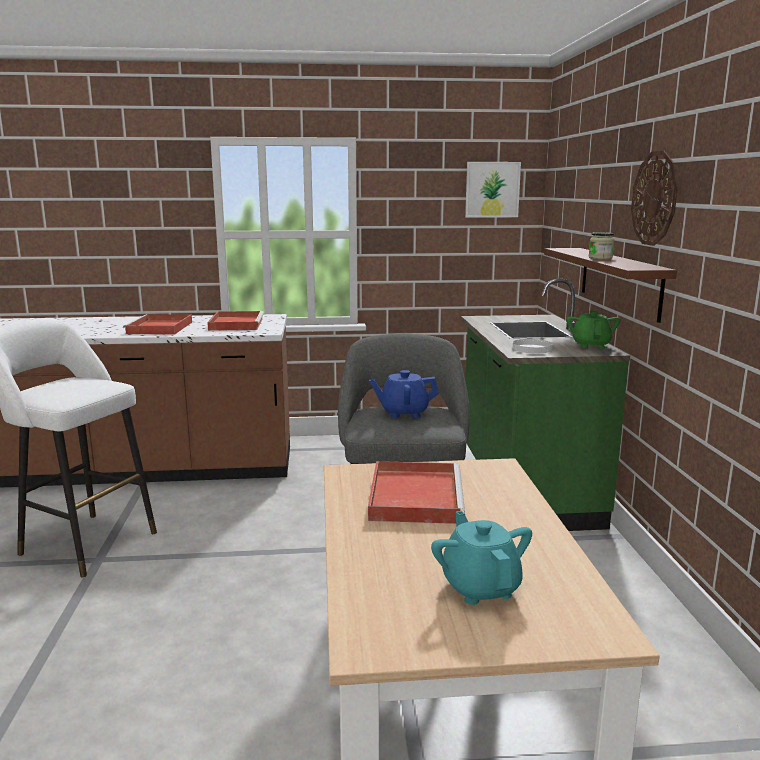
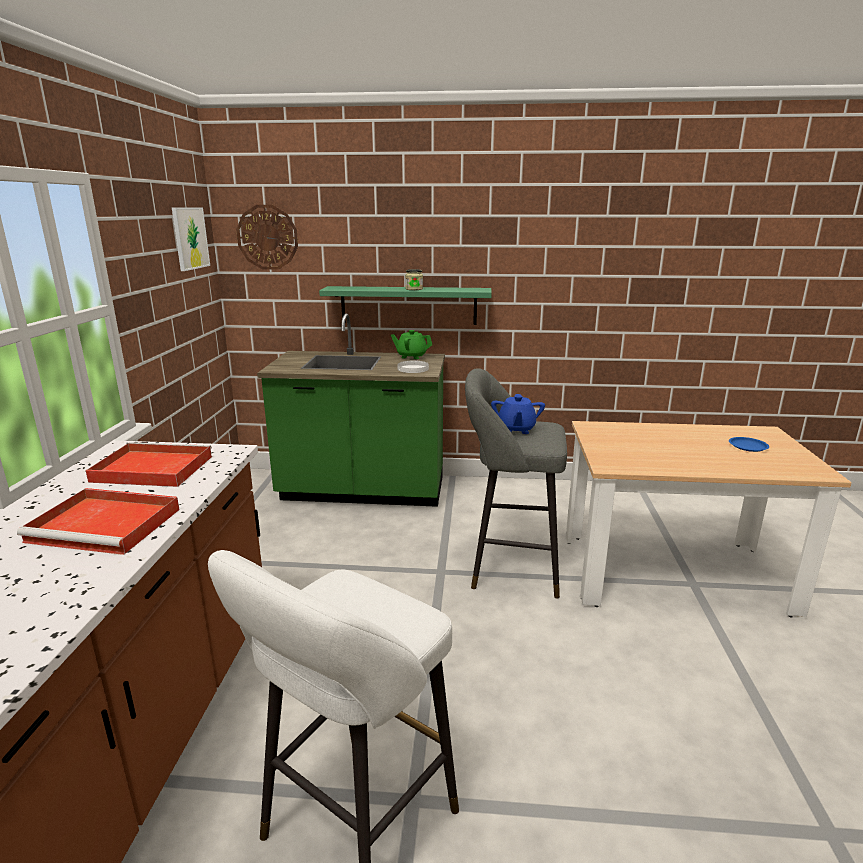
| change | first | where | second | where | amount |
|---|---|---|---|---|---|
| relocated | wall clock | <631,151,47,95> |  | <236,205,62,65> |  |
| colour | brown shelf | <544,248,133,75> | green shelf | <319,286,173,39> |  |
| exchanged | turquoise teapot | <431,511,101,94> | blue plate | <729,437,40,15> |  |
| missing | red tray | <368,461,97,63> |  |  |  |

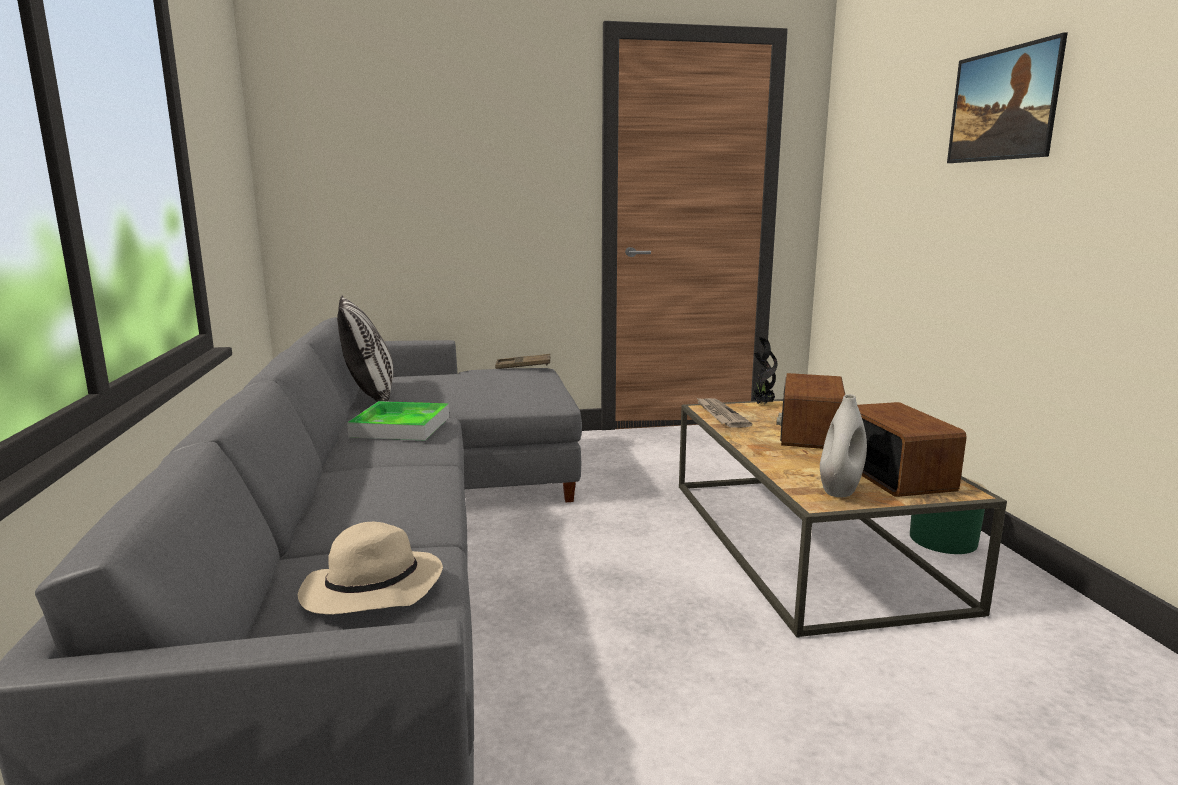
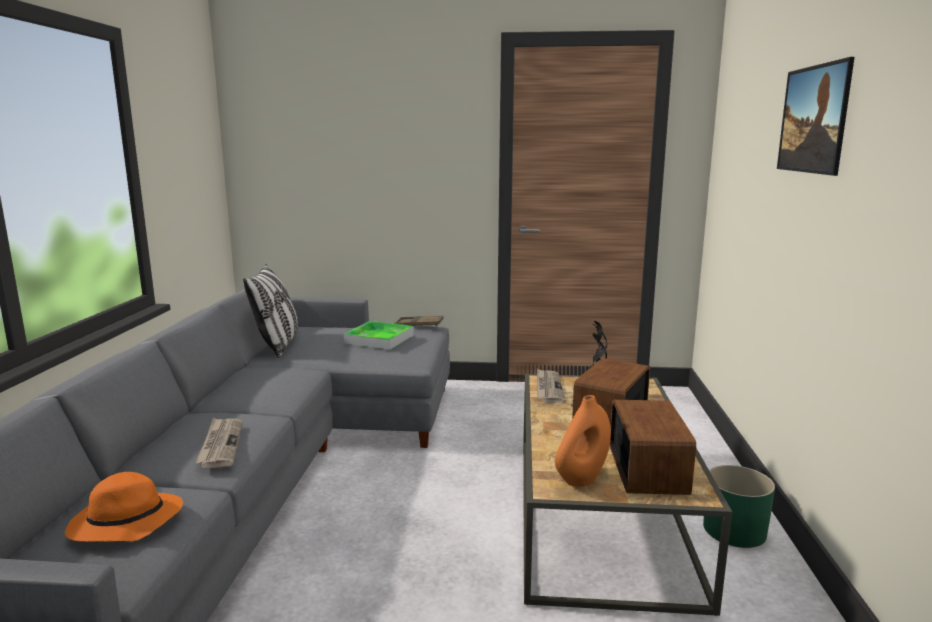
| change | first | where | second | where | amount |
|---|---|---|---|---|---|
| colour | beige hat | <297,522,146,93> | orange hat | <65,472,118,70> |  |
| appeared |  |  | newspaper | <195,418,48,50> |  |
| relocated | tray | <347,401,102,39> |  | <344,321,70,29> |  |
| colour | white vase | <820,394,47,103> | orange vase | <555,395,56,92> |  |

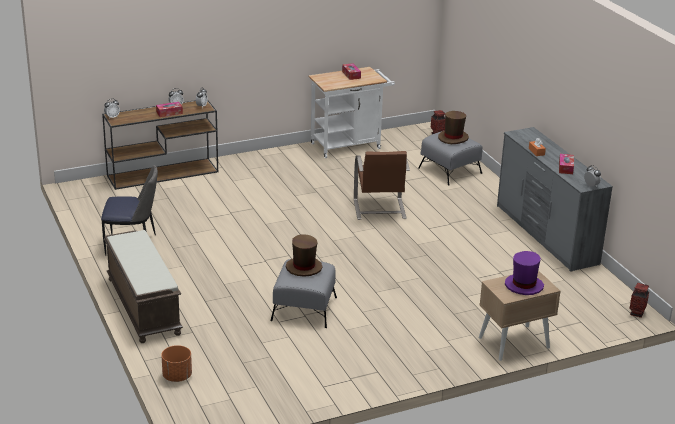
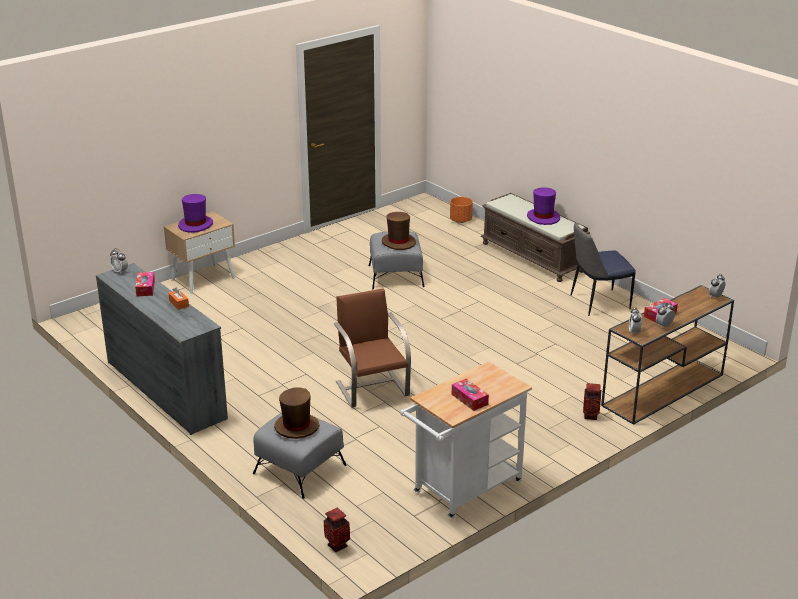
| change | first | where | second | where | amount |
|---|---|---|---|---|---|
| appeared |  |  | purple hat | <527,187,33,38> |  |
| relocated | vase | <629,283,20,35> |  | <583,383,18,37> |  |

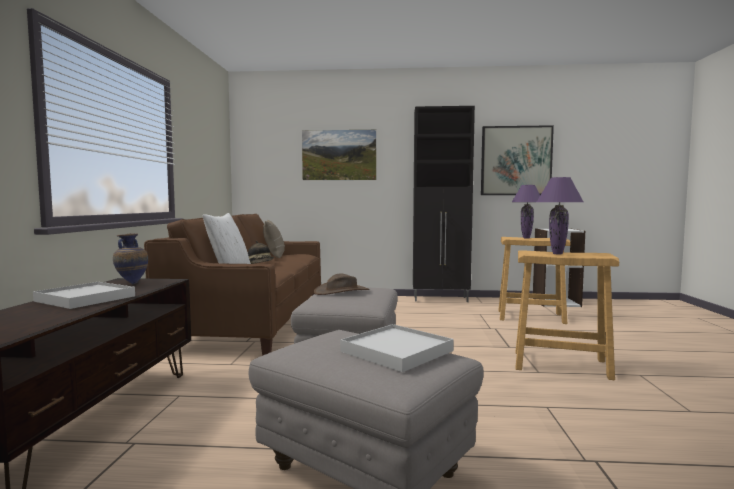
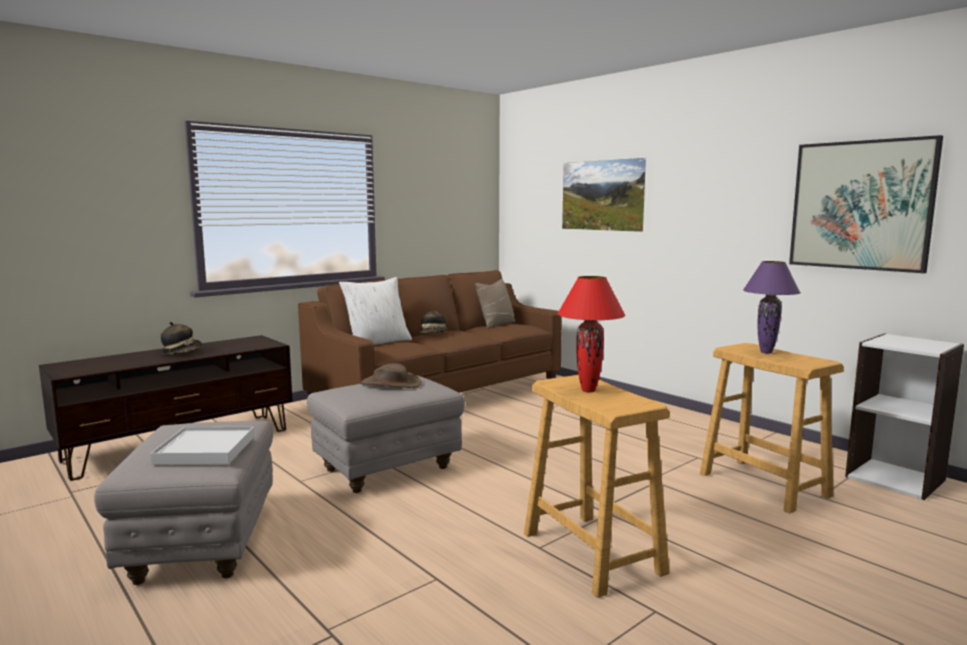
| change | first | where | second | where | amount |
|---|---|---|---|---|---|
| exchanged | white tray | <33,282,102,27> | hat | <161,322,41,33> |  |
| colour | purple table lamp | <537,177,46,78> | red table lamp | <557,276,68,117> |  |
| missing | vase | <113,233,35,51> |  |  |  |
| missing | black cabinet | <413,106,62,196> |  |  |  |

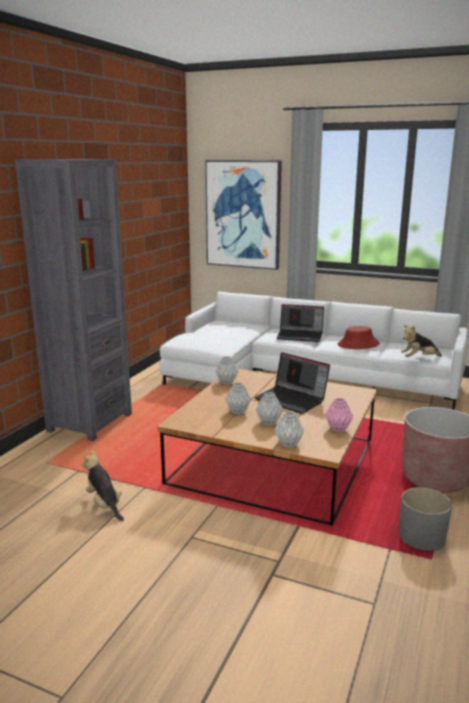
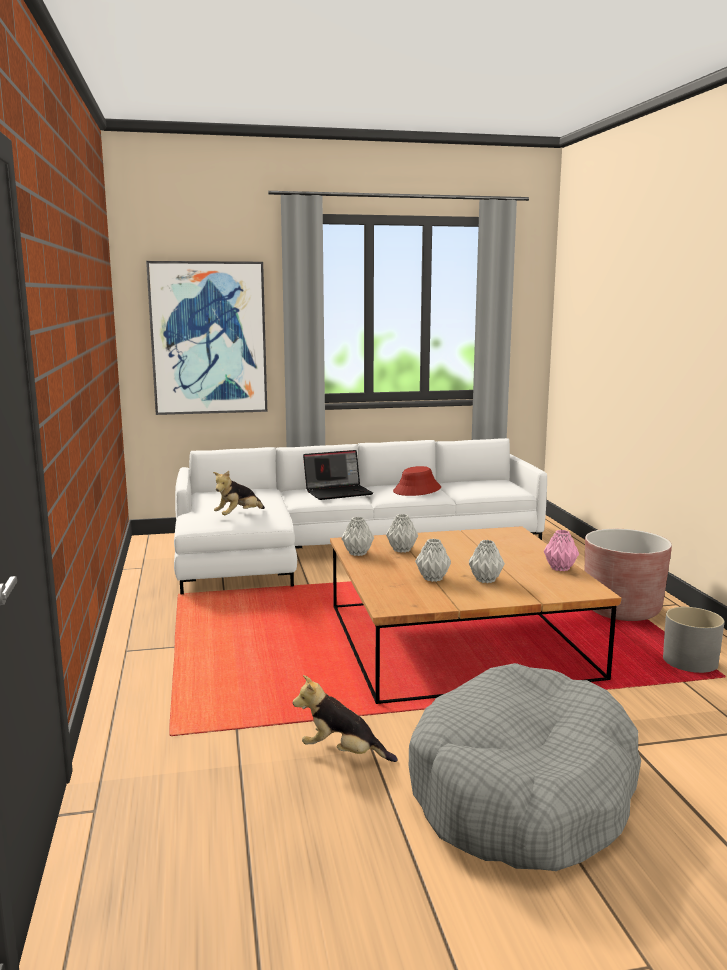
| change | first | where | second | where | amount |
|---|---|---|---|---|---|
| relocated | plush toy | <401,325,41,32> |  | <213,471,52,44> |  |
| relocated | grey vase | <275,411,29,36> |  | <386,514,32,39> |  |
| appeared |  |  | grey dog bed | <409,663,232,208> |  |
| missing | grey bookcase | <15,159,117,282> |  |  |  |
| missing | laptop | <254,353,76,61> |  |  |  |

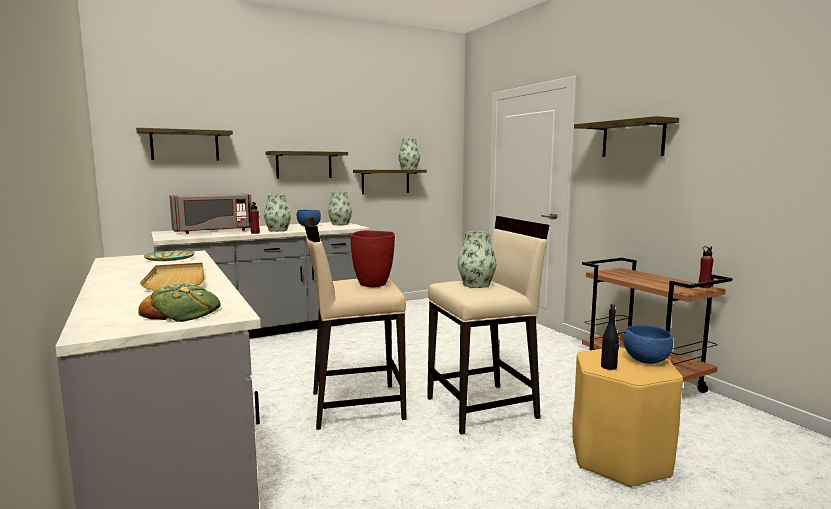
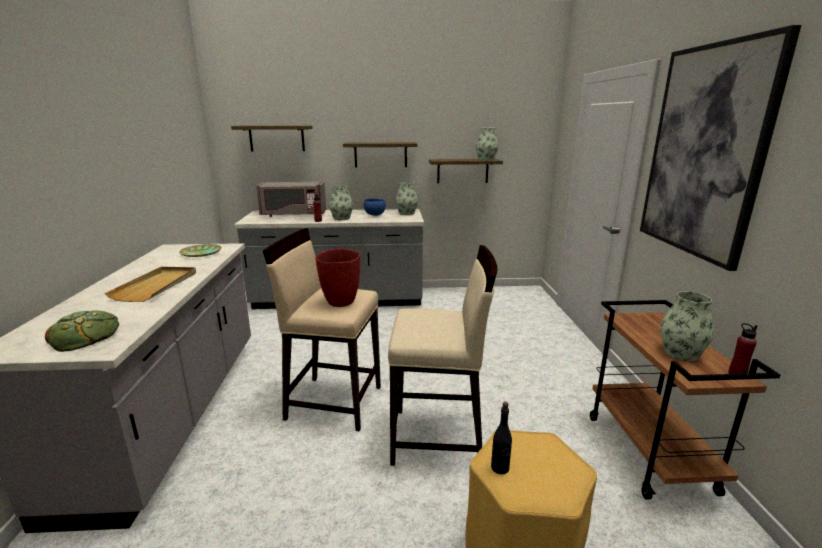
| change | first | where | second | where | amount |
|---|---|---|---|---|---|
| exchanged | shelf | <574,116,105,41> | picture | <640,25,161,246> |  |
| relocated | vase | <458,231,39,57> |  | <660,291,54,70> |  |
| missing | blue bowl | <623,325,50,39> |  |  |  |

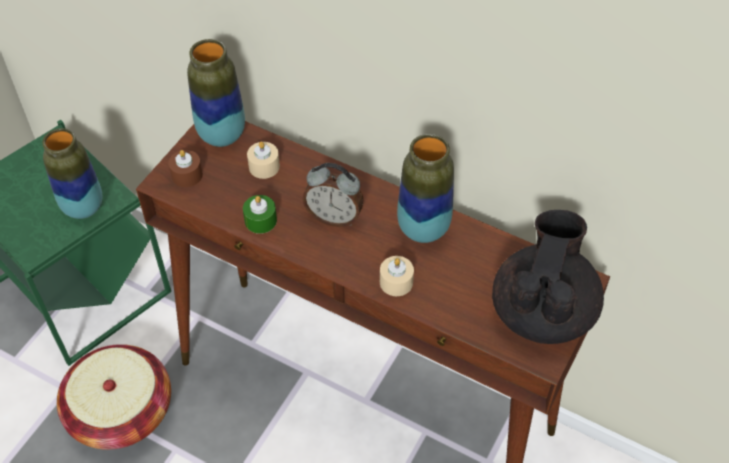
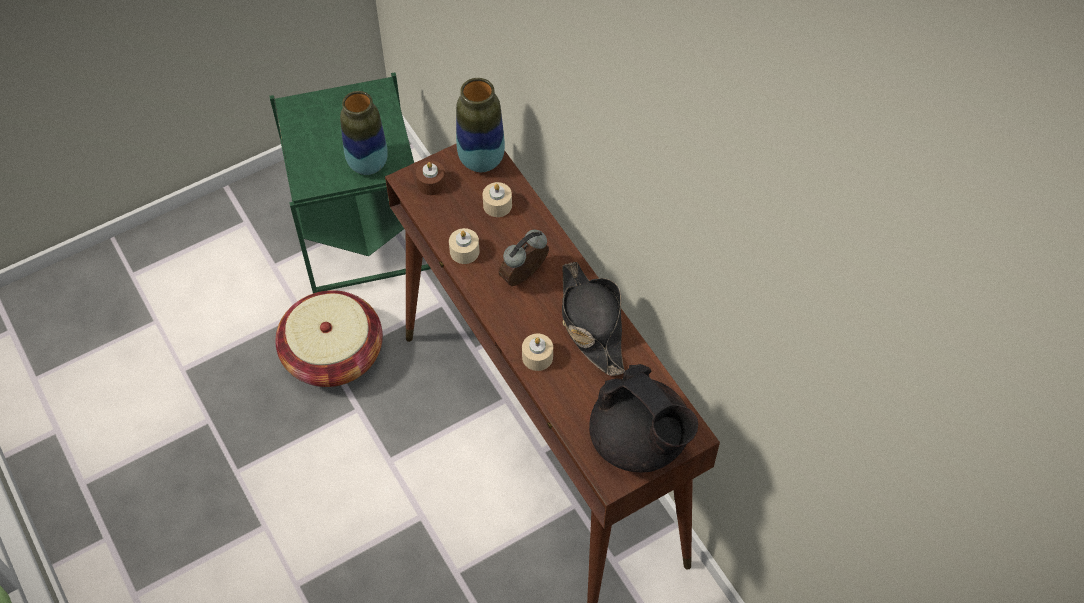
| change | first | where | second | where | amount |
|---|---|---|---|---|---|
| colour | green candle | <243,195,34,39> | beige candle | <449,228,30,36> |  |
| spun | alarm clock | <303,163,61,64> |  | <499,230,50,56> | 90 degrees clockwise |
| exchanged | vase | <397,134,57,109> | black hat | <562,262,63,114> |  |
| spun | black teapot | <492,210,112,134> |  | <589,364,109,109> | 90 degrees clockwise |

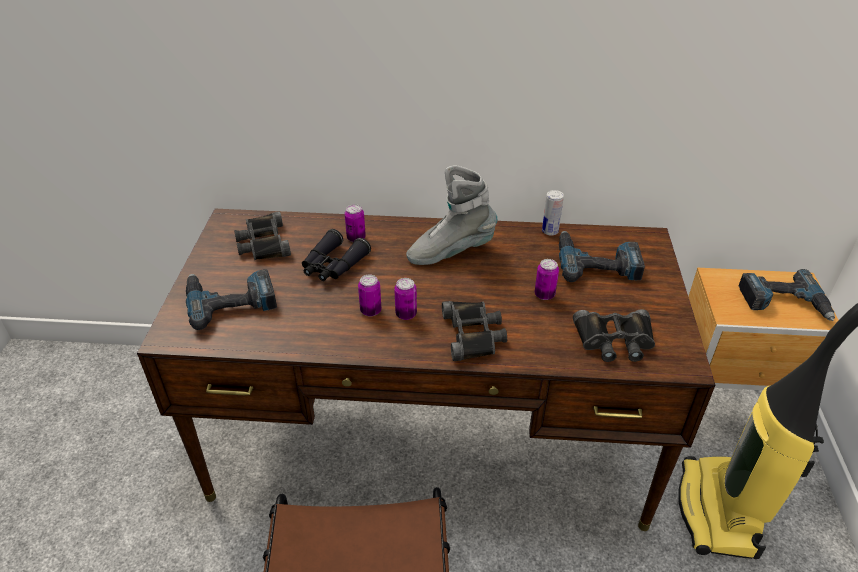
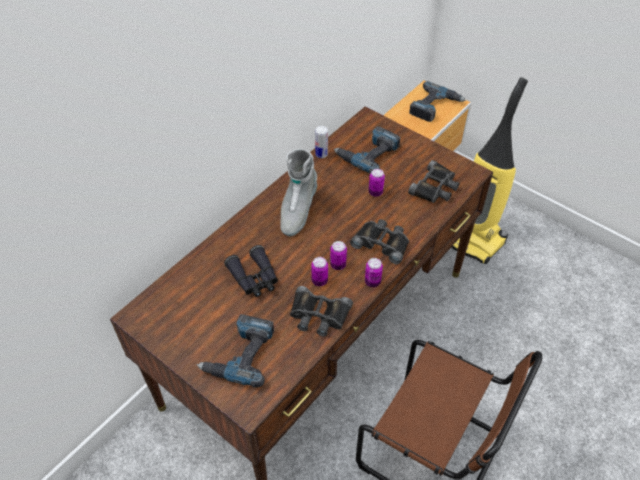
| change | first | where | second | where | amount |
|---|---|---|---|---|---|
| relocated | black binoculars | <234,212,57,48> |  | <290,286,63,50> |  |
| relocated | can | <345,204,21,38> |  | <365,258,18,29> |  |

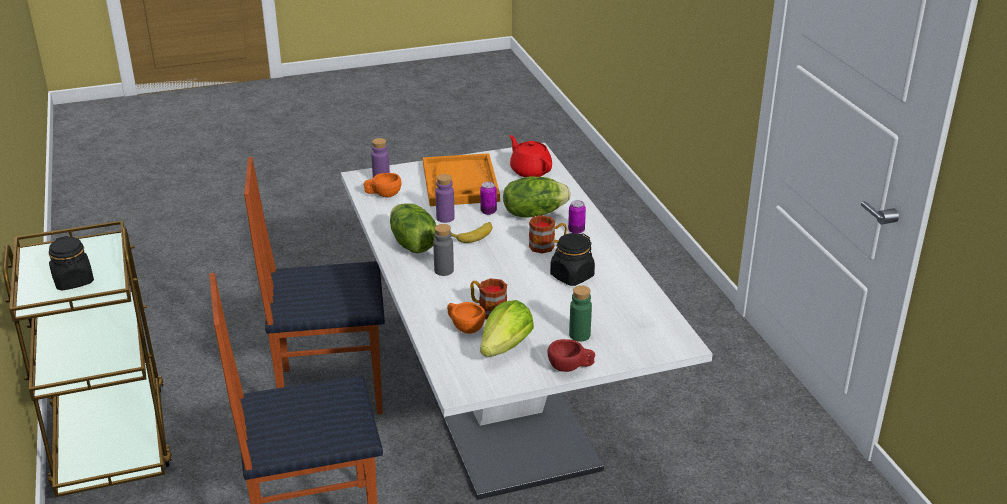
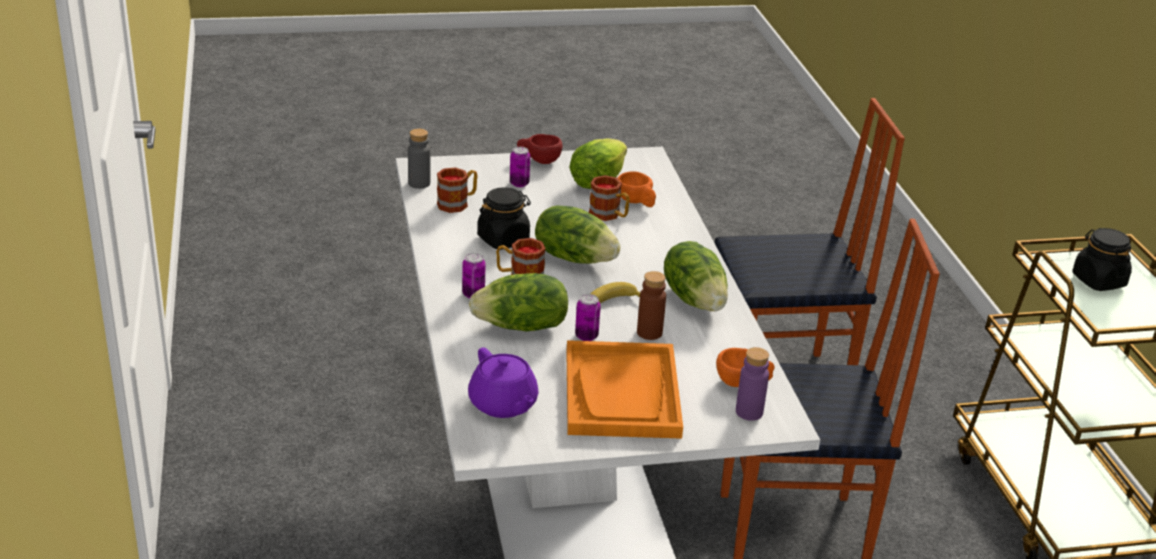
| change | first | where | second | where | amount |
|---|---|---|---|---|---|
| relocated | grey bottle | <433,224,21,52> |  | <408,129,22,60> |  |
| appeared |  |  | mug | <437,168,41,45> |  |
| colour | red teapot | <510,135,42,42> | purple teapot | <468,347,70,71> |  |
| exchanged | green bottle | <569,285,23,57> | can | <510,147,20,40> |  |
| appeared |  |  | lettuce | <535,205,86,59> |  |
| colour | purple bottle | <436,174,19,49> | brown bottle | <637,271,29,69> |  |

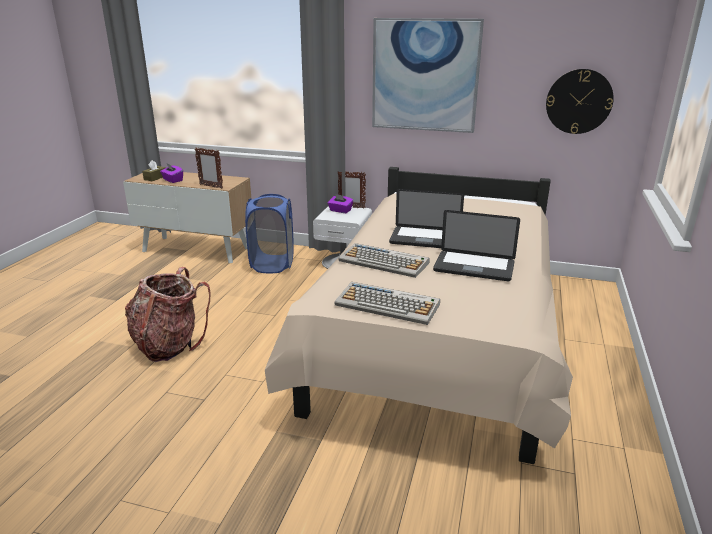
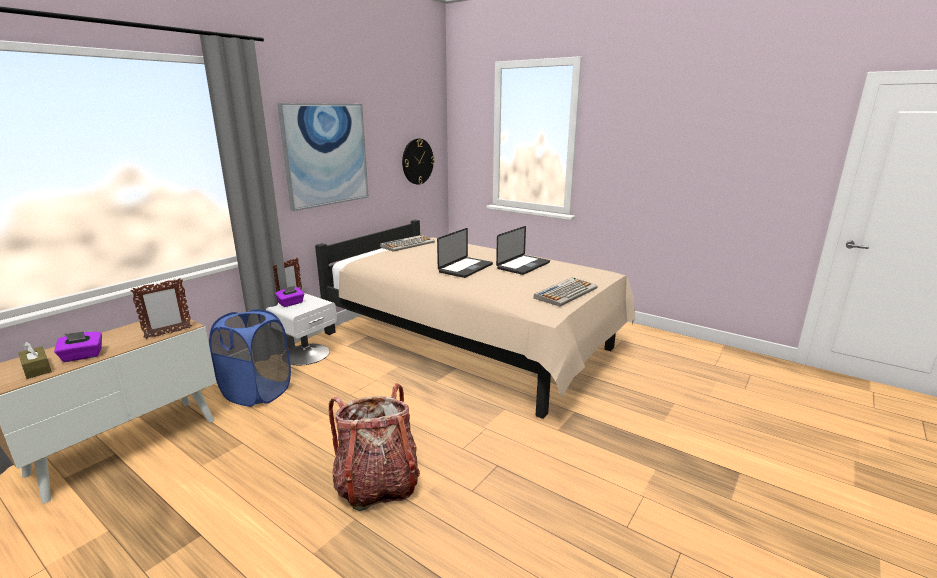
| change | first | where | second | where | amount |
|---|---|---|---|---|---|
| relocated | keyboard | <339,243,91,35> |  | <380,235,55,17> |  |

